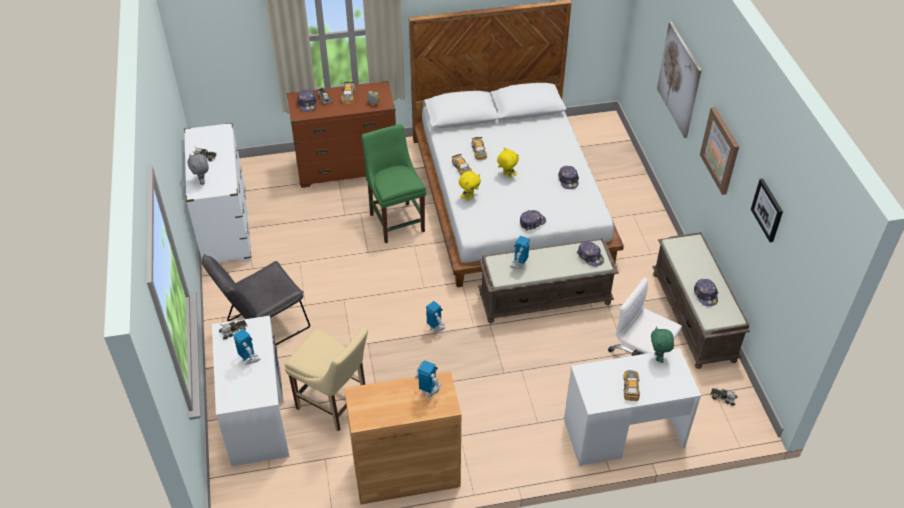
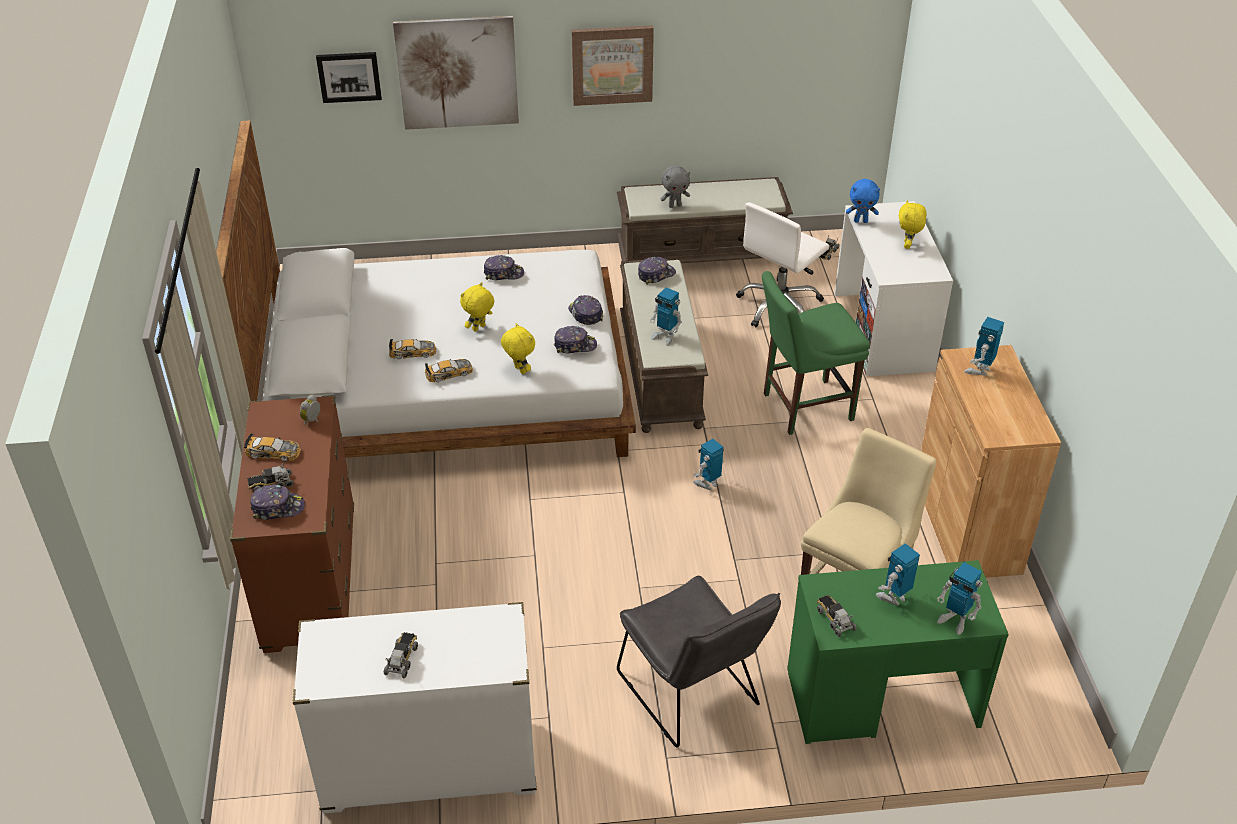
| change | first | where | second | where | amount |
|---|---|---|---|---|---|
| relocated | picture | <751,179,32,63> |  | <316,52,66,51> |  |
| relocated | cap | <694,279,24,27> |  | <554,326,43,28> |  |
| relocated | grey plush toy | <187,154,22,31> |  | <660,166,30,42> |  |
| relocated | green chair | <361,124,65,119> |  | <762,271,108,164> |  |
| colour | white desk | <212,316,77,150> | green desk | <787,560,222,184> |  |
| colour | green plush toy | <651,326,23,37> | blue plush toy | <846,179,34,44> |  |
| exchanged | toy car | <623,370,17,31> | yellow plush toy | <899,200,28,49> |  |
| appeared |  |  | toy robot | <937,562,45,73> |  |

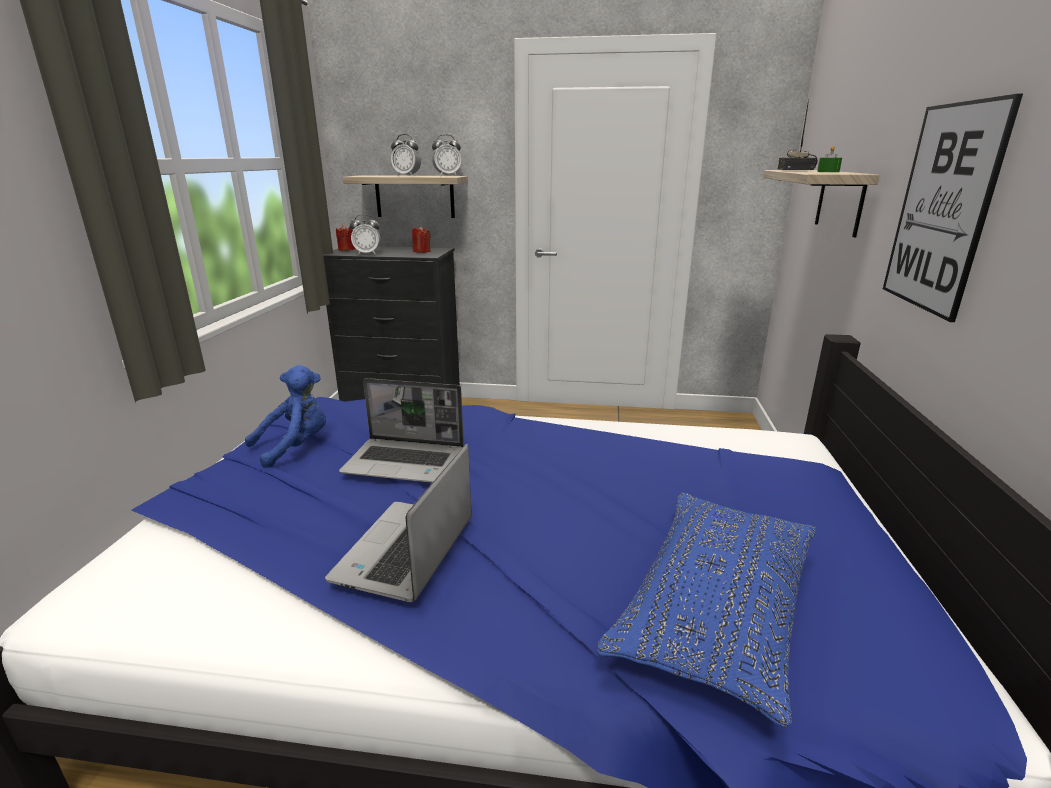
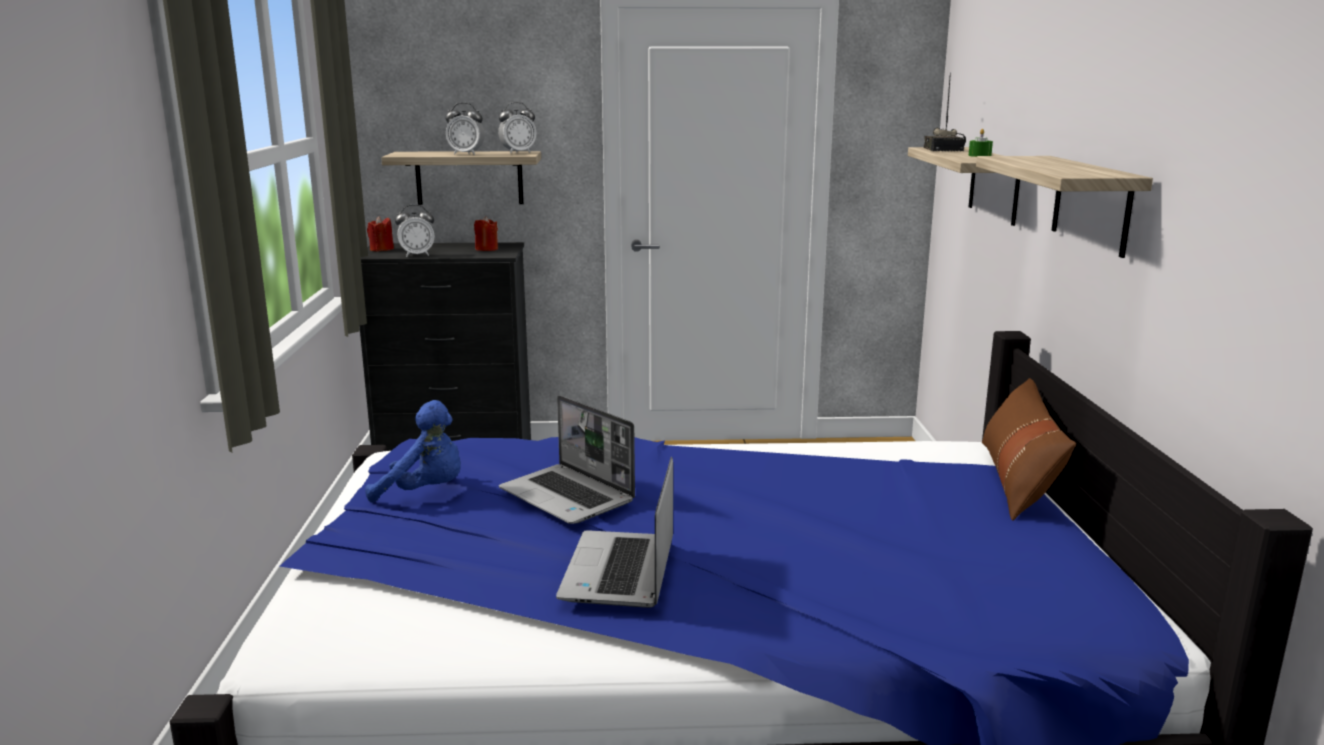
| change | first | where | second | where | amount |
|---|---|---|---|---|---|
| spun | blue plush toy | <245,365,81,103> |  | <365,400,96,103> | 60 degrees clockwise |
| spun | laptop | <339,378,125,105> |  | <499,395,136,129> | 45 degrees clockwise |
| exchanged | picture | <883,93,140,229> | shelf | <976,156,177,102> |  |
| appeared |  |  | brown pillow | <982,378,94,143> |  |
| missing | blue pillow | <597,492,219,235> |  |  |  |

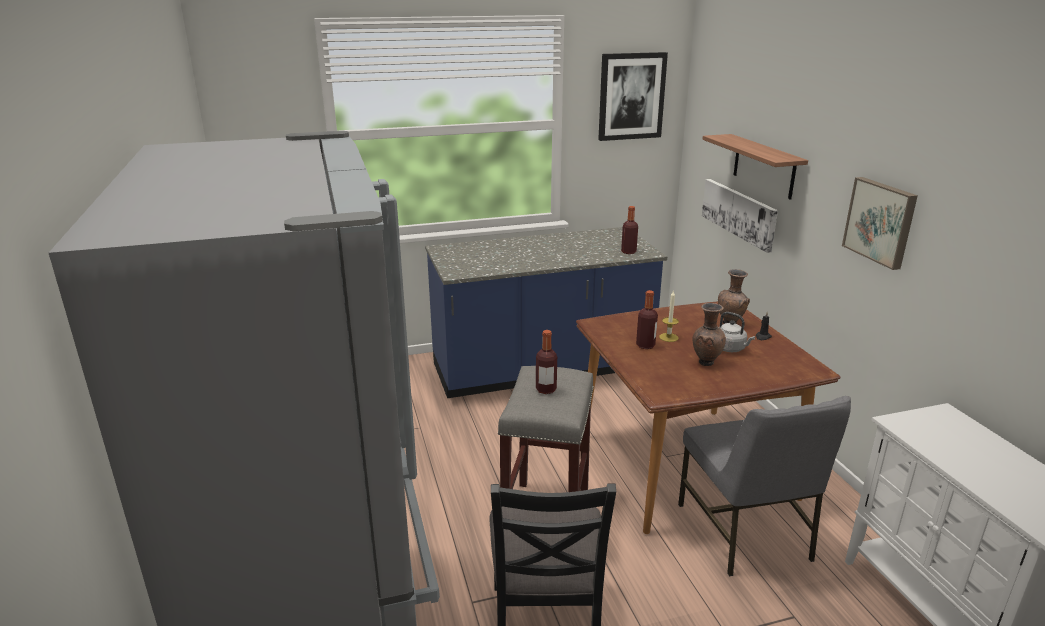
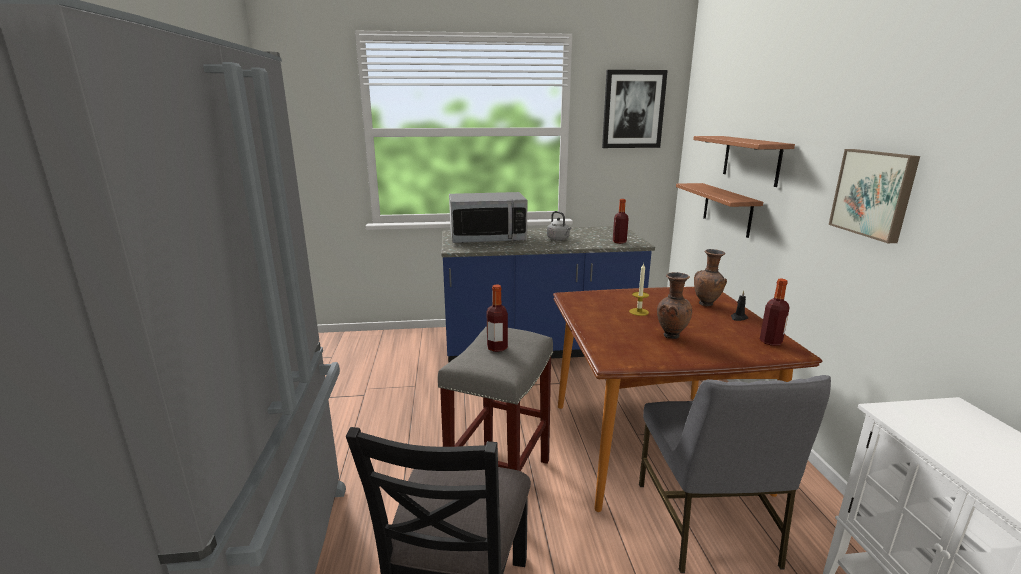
| change | first | where | second | where | amount |
|---|---|---|---|---|---|
| appeared |  |  | microwave | <449,192,78,51> |  |
| relocated | grey kettle | <720,312,35,40> |  | <547,211,24,29> |  |
| exchanged | picture | <702,179,76,74> | shelf | <676,183,87,55> |  |
| relocated | bottle | <636,290,22,59> |  | <760,279,30,67> |  |

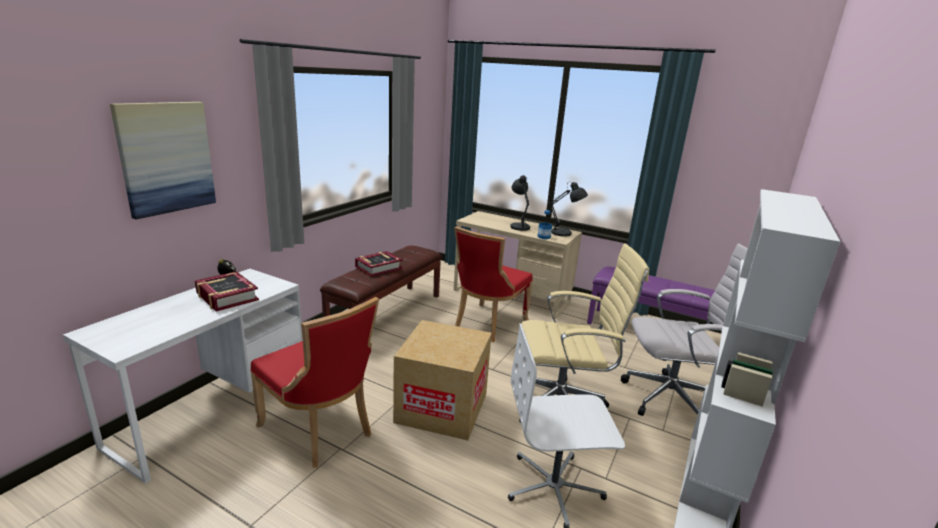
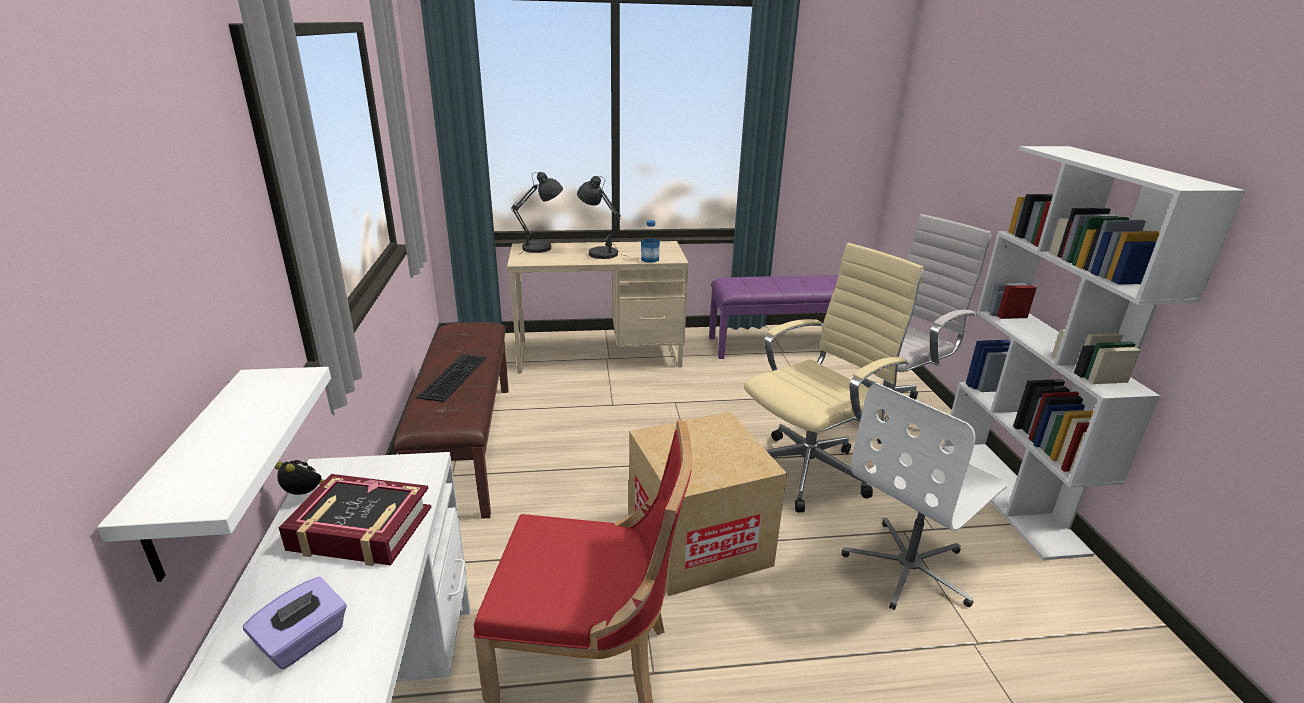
| change | first | where | second | where | amount |
|---|---|---|---|---|---|
| appeared |  |  | white shelf | <97,367,234,215> |  |
| appeared |  |  | purple tissue box | <243,577,104,92> |  |
| exchanged | book | <355,251,48,25> | keyboard | <417,354,69,48> |  |
| relocated | grey table lamp | <549,182,39,55> |  | <511,172,52,82> |  |
| missing | picture | <110,102,106,117> |  |  |  |
| missing | red chair | <454,226,79,116> |  |  |  |

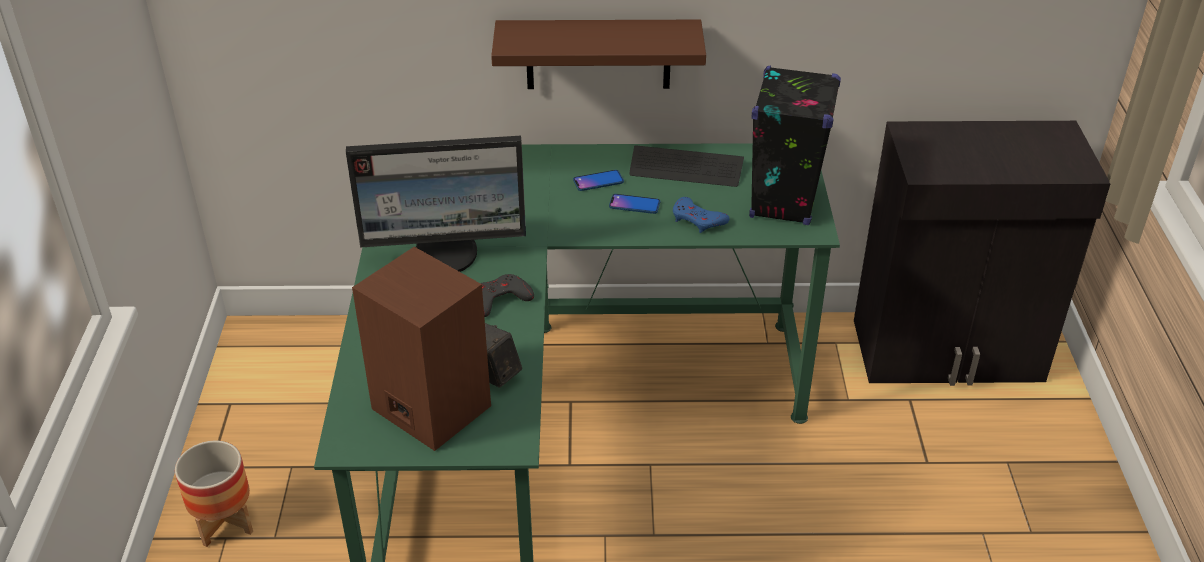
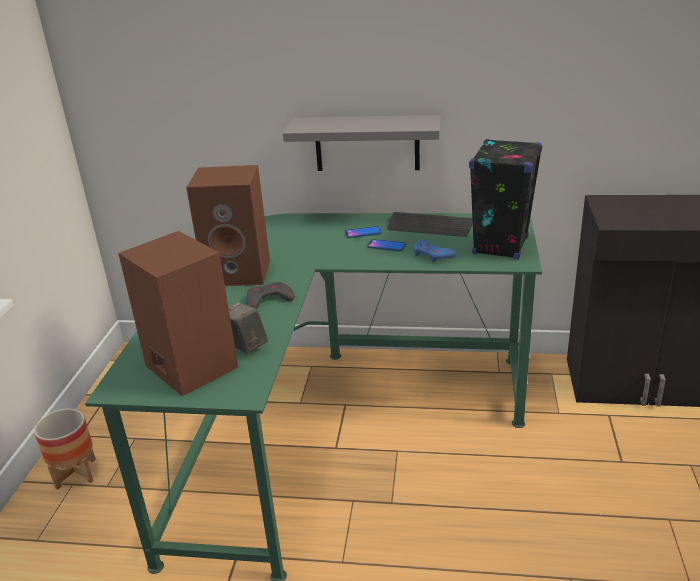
| change | first | where | second | where | amount |
|---|---|---|---|---|---|
| exchanged | monitor | <346,136,180,136> | brown speaker | <186,165,84,121> |  |
| colour | brown shelf | <491,20,215,69> | grey shelf | <283,115,158,56> |  |

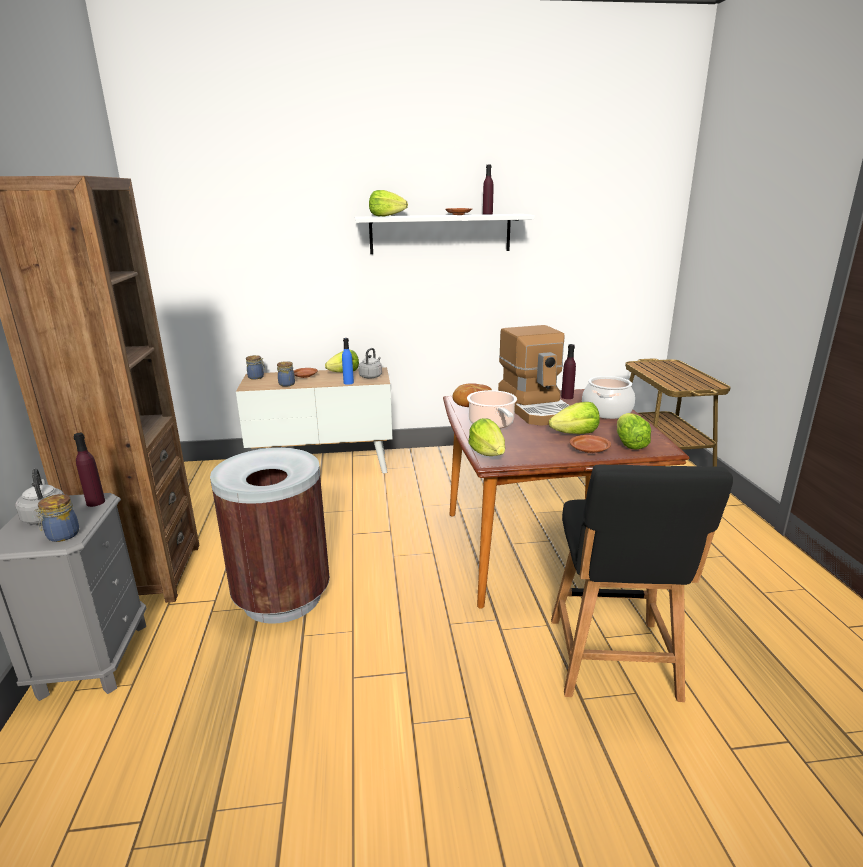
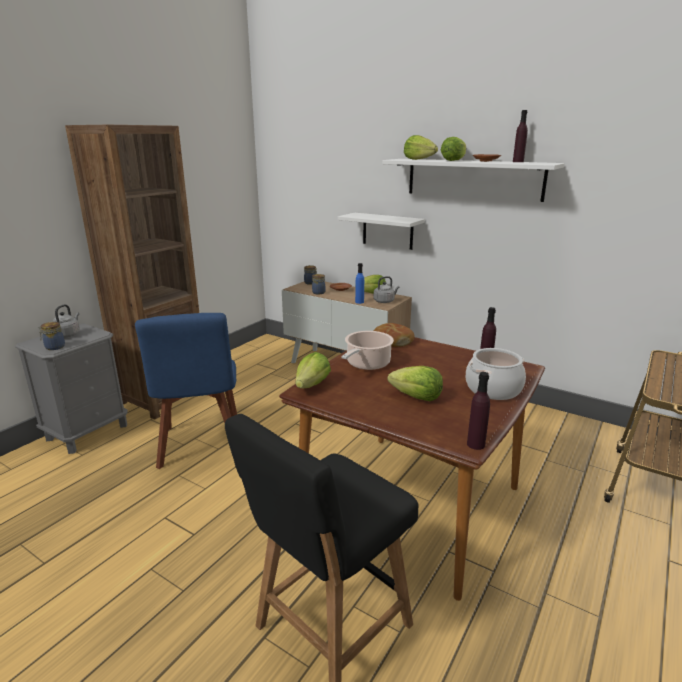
| change | first | where | second | where | amount |
|---|---|---|---|---|---|
| exchanged | brown trash can | <210,448,120,176> | blue chair | <135,313,102,156> |  |
| appeared |  |  | white shelf | <338,213,87,37> |  |
| relocated | lettuce | <617,413,34,36> |  | <441,137,25,24> |  |
| relocated | purple bottle | <74,433,31,74> |  | <467,372,23,78> |  |
| missing | coffee machine | <498,325,72,101> |  |  |  |
| missing | brown plate | <570,435,41,18> |  |  |  |

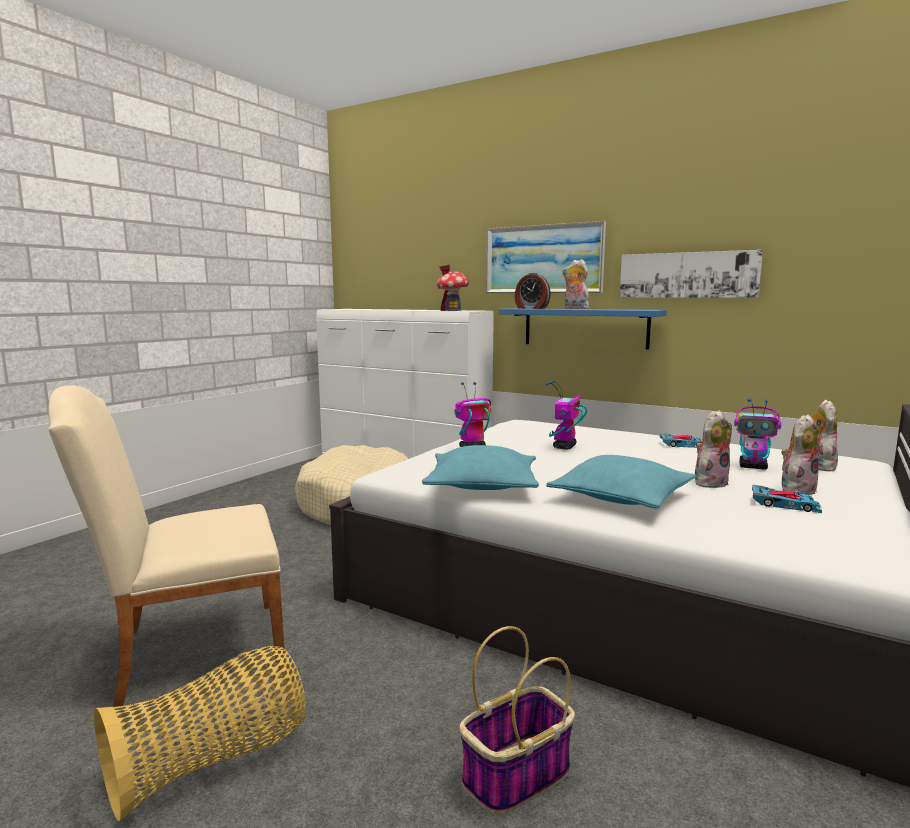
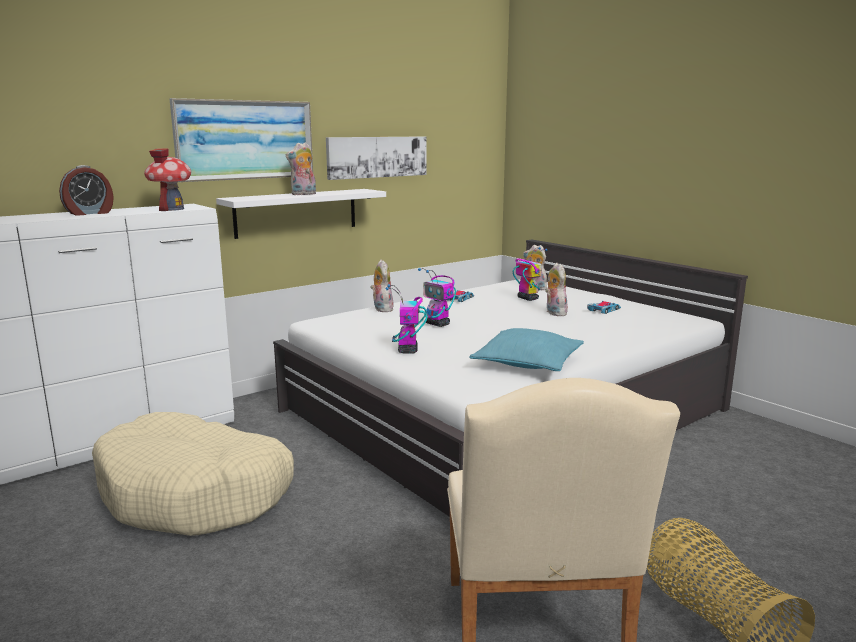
| change | first | where | second | where | amount |
|---|---|---|---|---|---|
| relocated | alarm clock | <515,273,35,36> |  | <59,165,55,51> |  |
| colour | blue shelf | <498,308,169,42> | white shelf | <216,189,170,50> |  |
| relocated | plush toy | <781,414,39,81> |  | <370,260,24,52> |  |
| spun | toy robot | <734,398,47,72> |  | <513,247,34,54> | 75 degrees counterclockwise |
| missing | basket | <459,626,116,189> |  |  |  |
| missing | turquoise pillow | <546,455,150,53> |  |  |  |

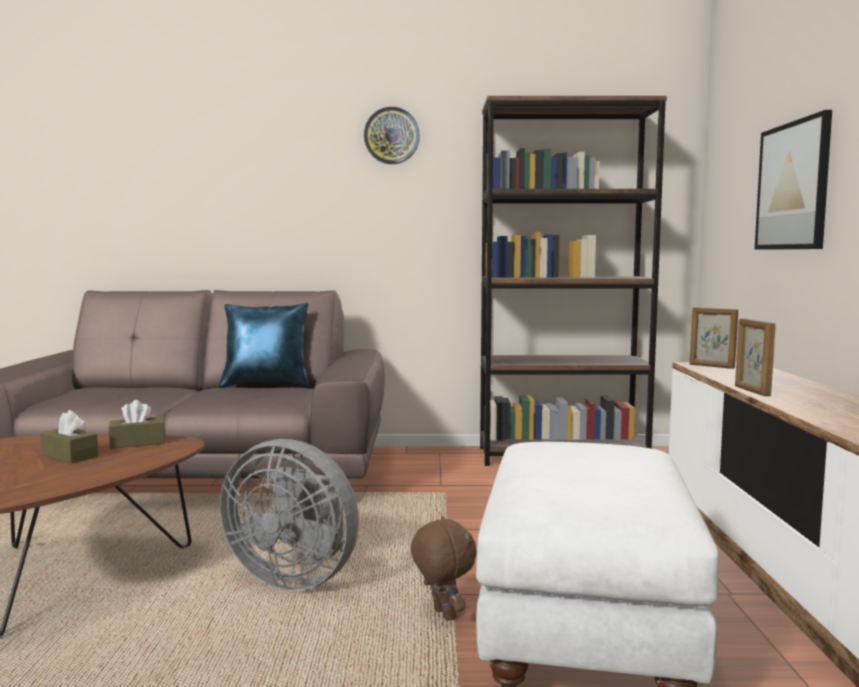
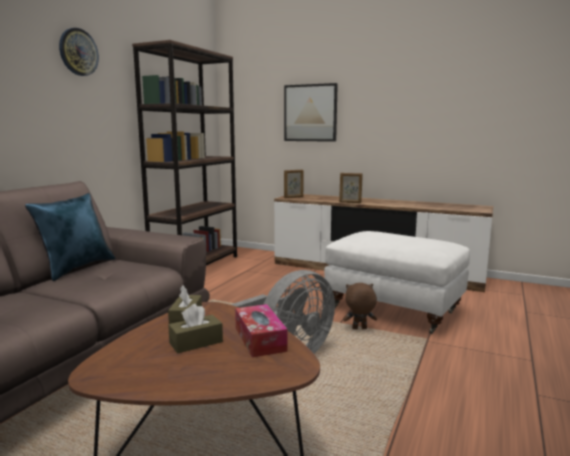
| change | first | where | second | where | amount |
|---|---|---|---|---|---|
| appeared |  |  | tissue box | <235,304,53,53> |  |

